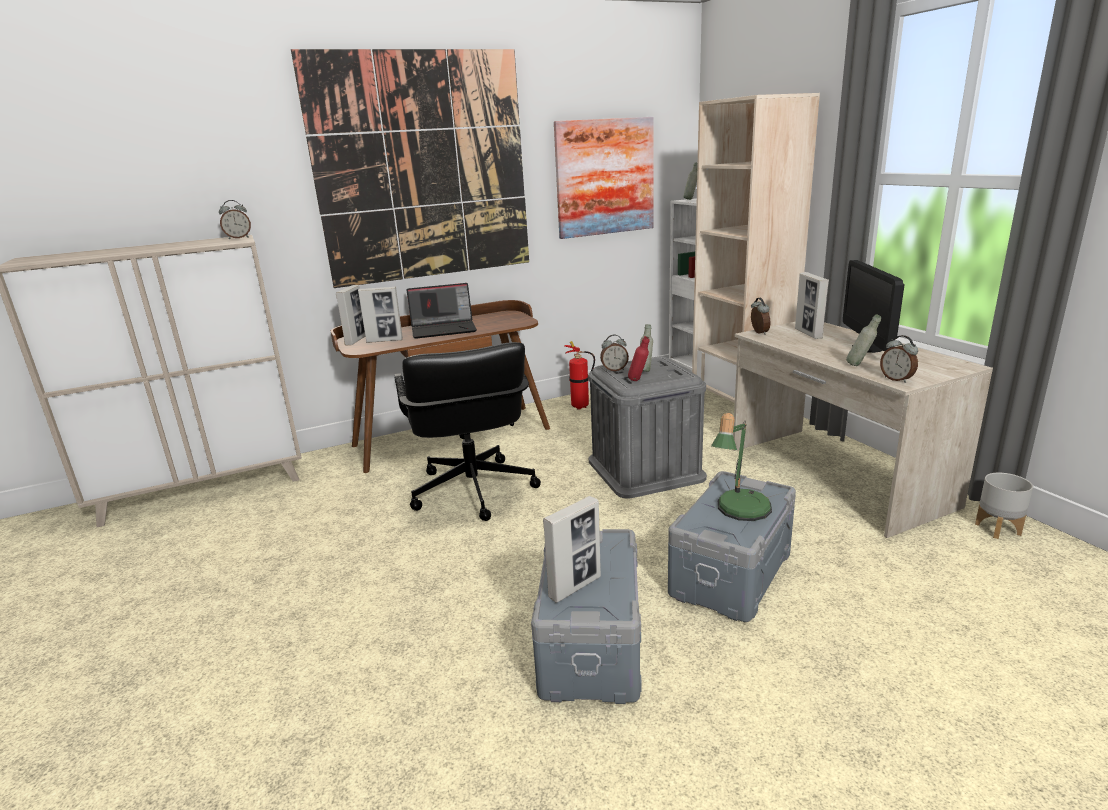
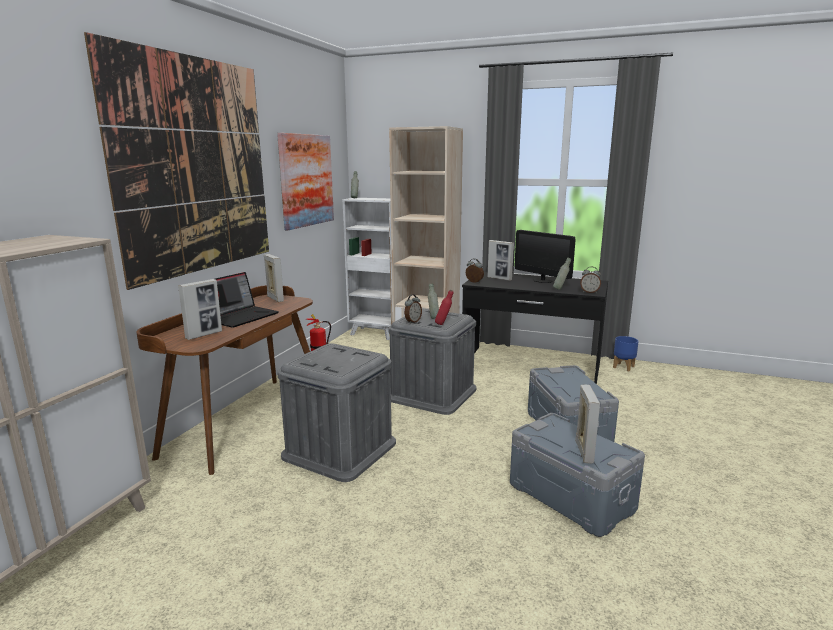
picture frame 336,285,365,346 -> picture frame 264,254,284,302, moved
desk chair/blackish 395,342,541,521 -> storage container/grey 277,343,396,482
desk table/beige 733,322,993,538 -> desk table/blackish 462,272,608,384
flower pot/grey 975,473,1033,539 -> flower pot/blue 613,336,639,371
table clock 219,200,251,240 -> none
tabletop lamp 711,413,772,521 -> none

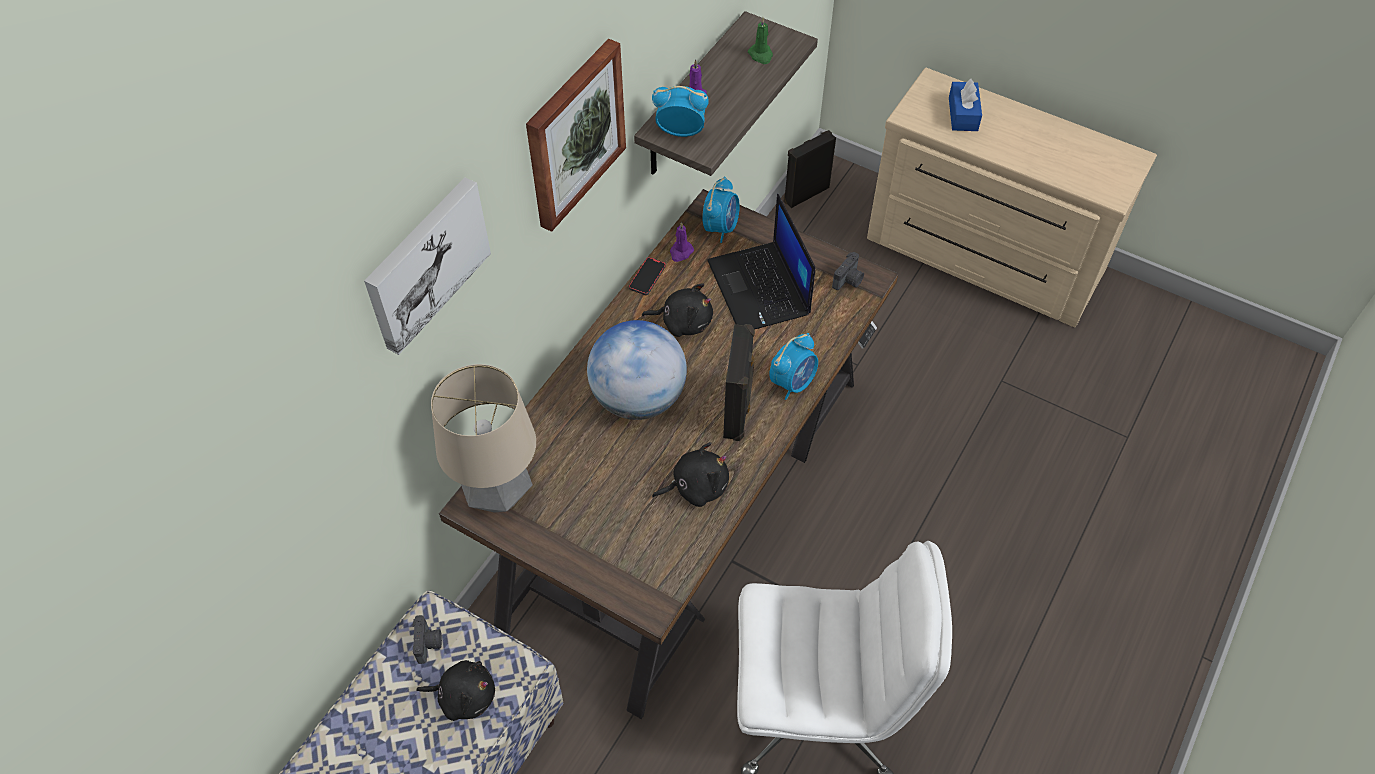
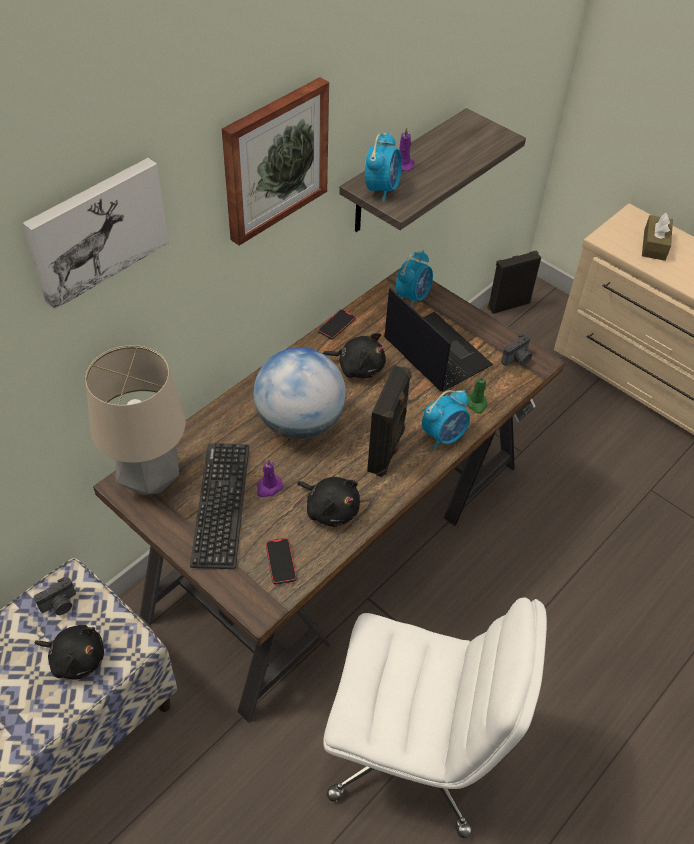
photo camera 412,615,442,664 -> photo camera 34,577,76,615, 45 degrees clockwise
none -> keyboard 190,443,249,569
wax candle/purplish 670,222,694,262 -> wax candle/purplish 257,459,283,497, moved
none -> phone 266,538,297,585
soft toy/blackish 652,442,729,507 -> soft toy/blackish 297,477,360,527, 45 degrees clockwise
table clock 652,86,709,137 -> table clock 365,132,402,202, 90 degrees clockwise
laptop 707,194,815,330 -> laptop 384,287,493,392, 150 degrees clockwise
wax candle/green 748,17,773,64 -> wax candle/green 467,374,487,414, moved
tissue holder/blue 949,79,982,131 -> tissue holder/brown-coloured 642,213,673,261

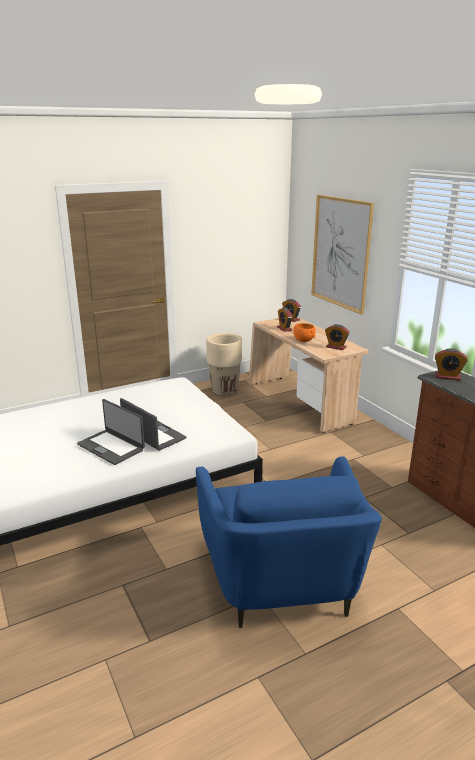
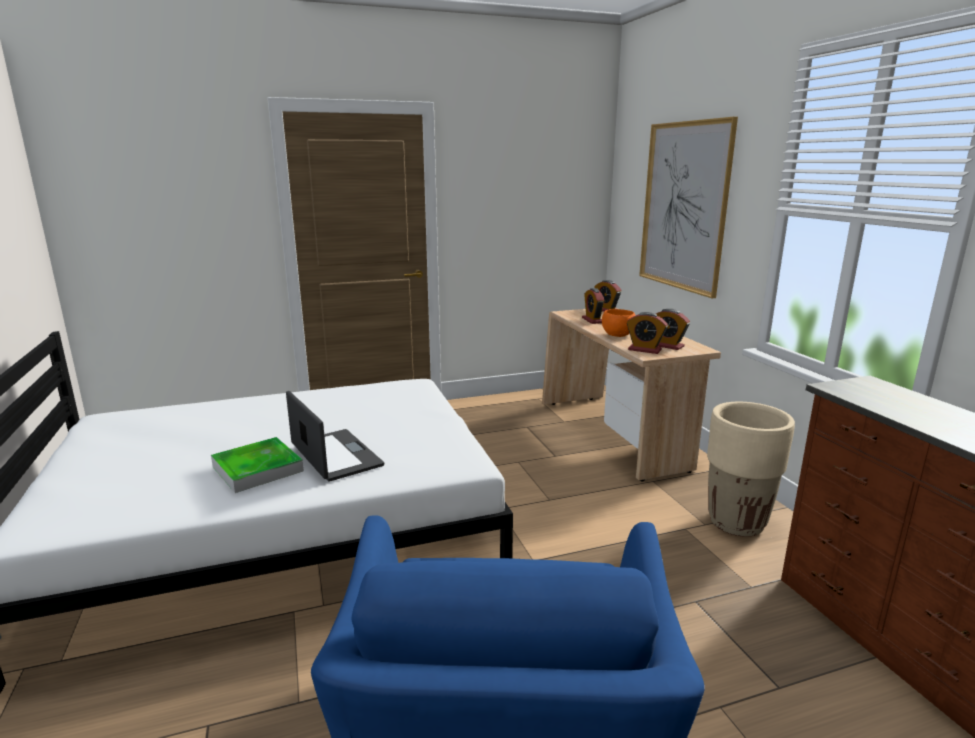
laptop 77,399,145,465 -> serving tray 211,437,304,493
table clock 435,348,468,381 -> table clock 627,312,668,354, moved
flower pot/beige 206,333,242,396 -> flower pot/beige 707,401,795,537, moved

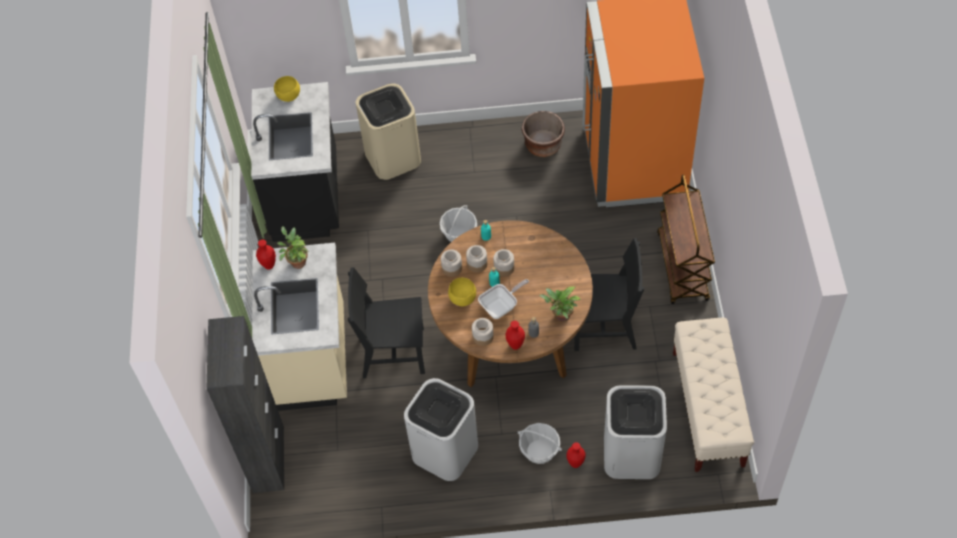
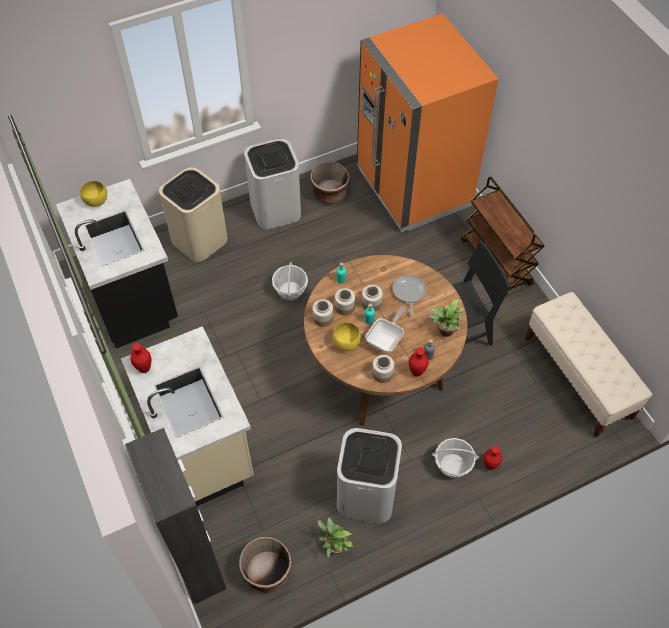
none -> flower pot/brown-coloured 239,536,293,593
rubbish bin/whitish 604,385,667,479 -> rubbish bin/whitish 244,138,301,229, moved
plant in a pot 277,226,309,269 -> plant in a pot 318,518,353,557, moved
none -> pan 393,275,426,316
chair/blackish 348,267,425,378 -> none

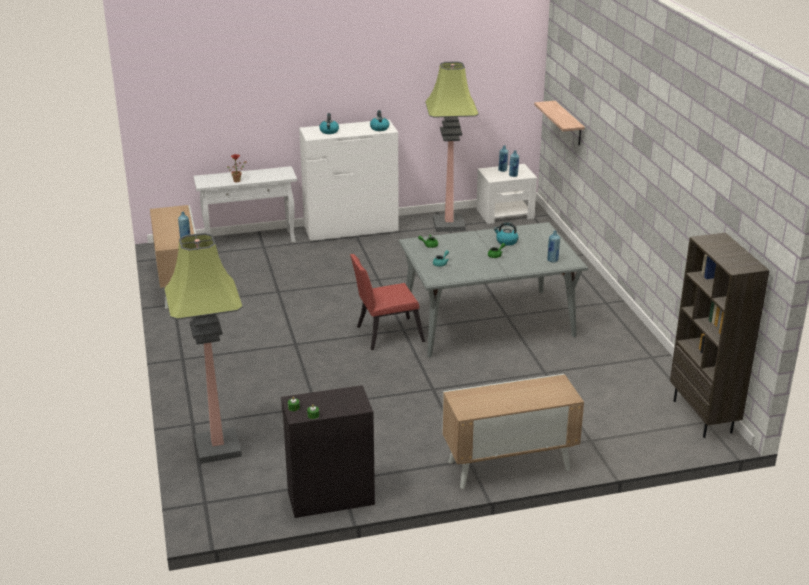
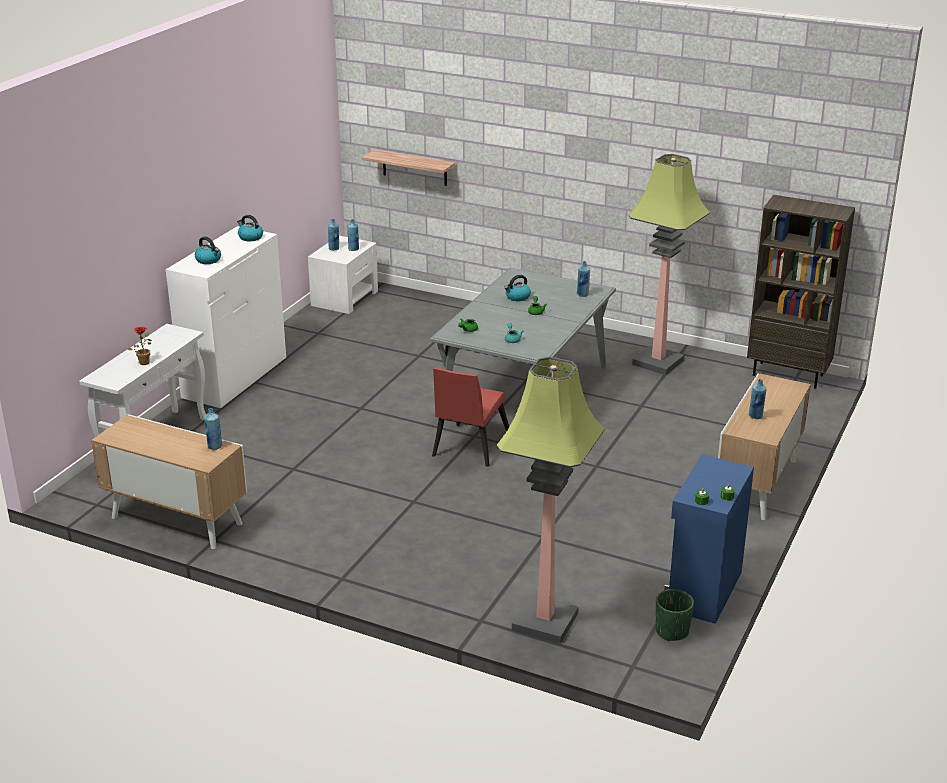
standing lamp 425,61,479,232 -> standing lamp 628,154,710,375, moved
none -> flower pot/green 656,589,694,641
cabinet/blackish 281,385,375,518 -> cabinet/blue 664,455,754,624
none -> drink bottle/blue 749,379,767,419

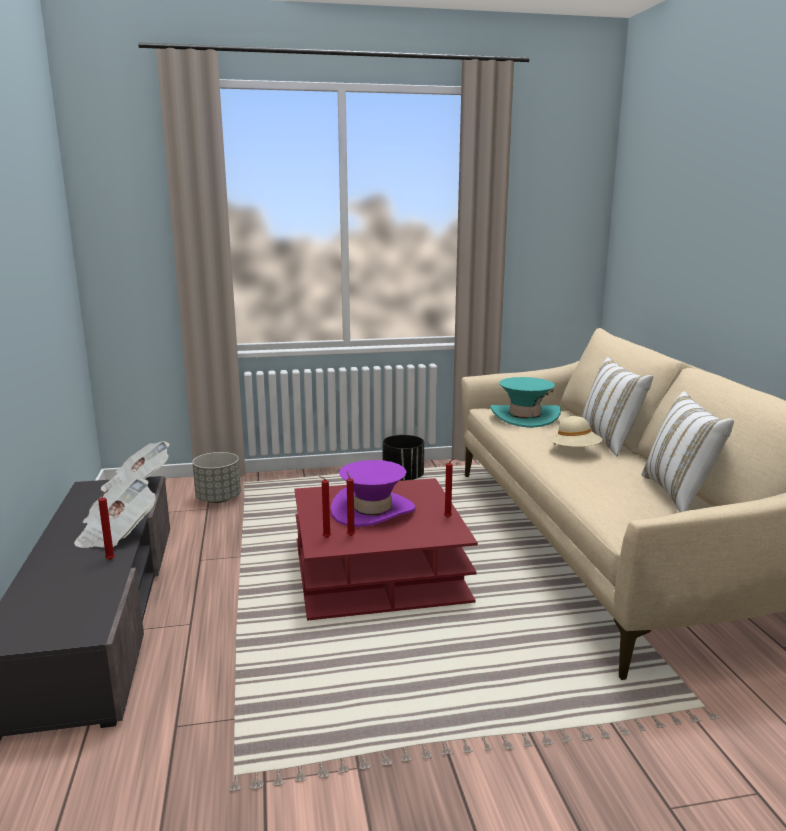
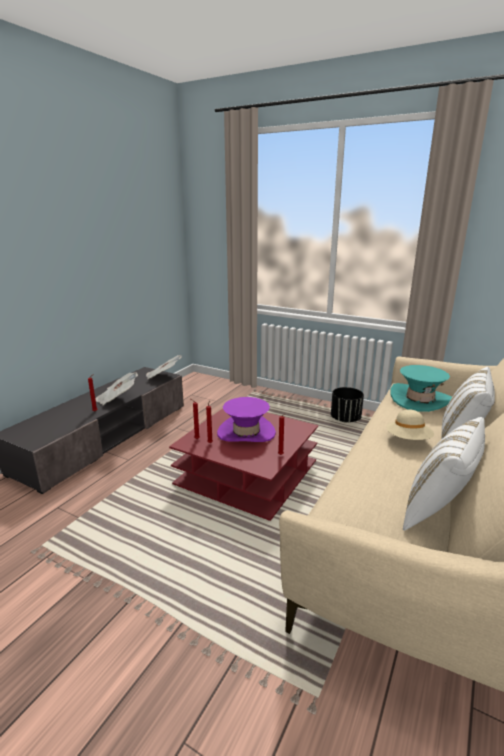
flower pot/grey 192,452,241,503 -> none

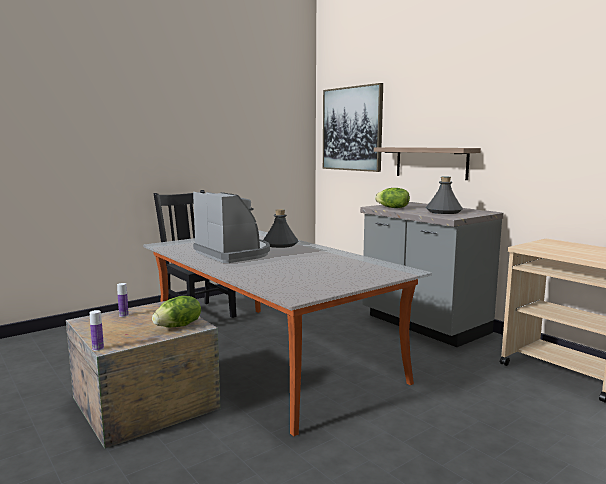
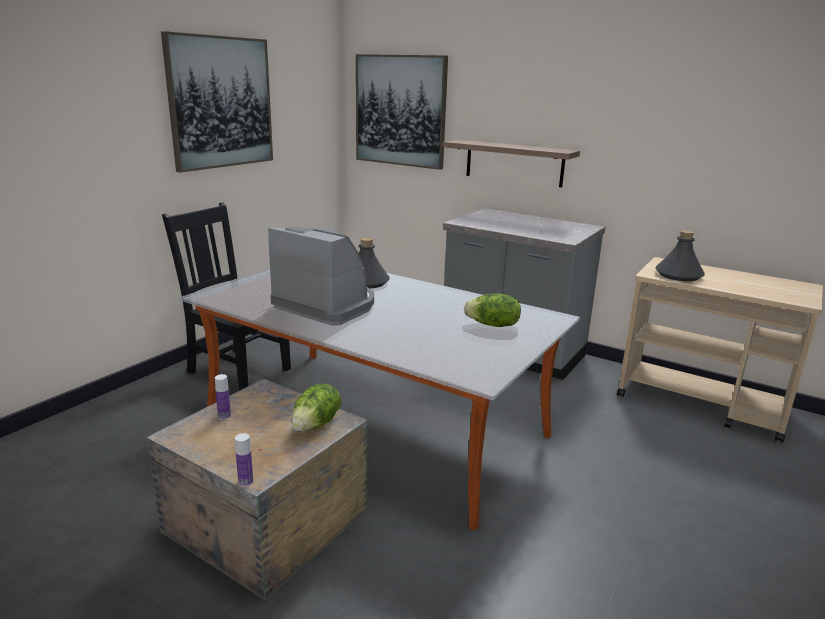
none -> wall art 161,31,273,173
head of lettuce 375,188,410,208 -> head of lettuce 464,294,521,327, moved
drink bottle/grey 426,177,463,214 -> drink bottle/grey 655,230,705,281, moved

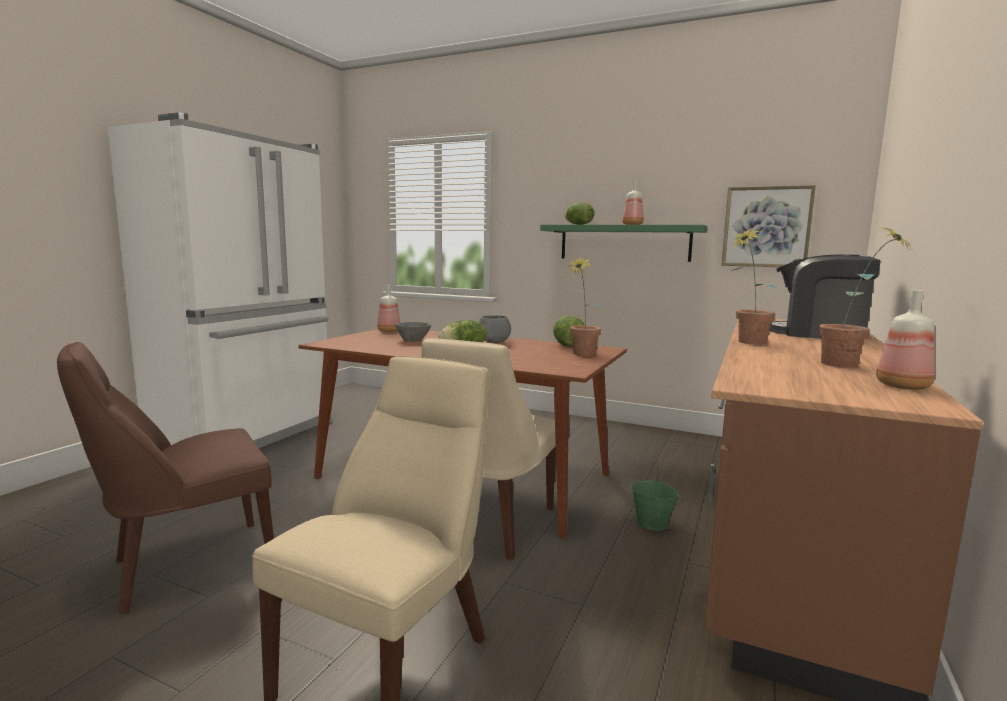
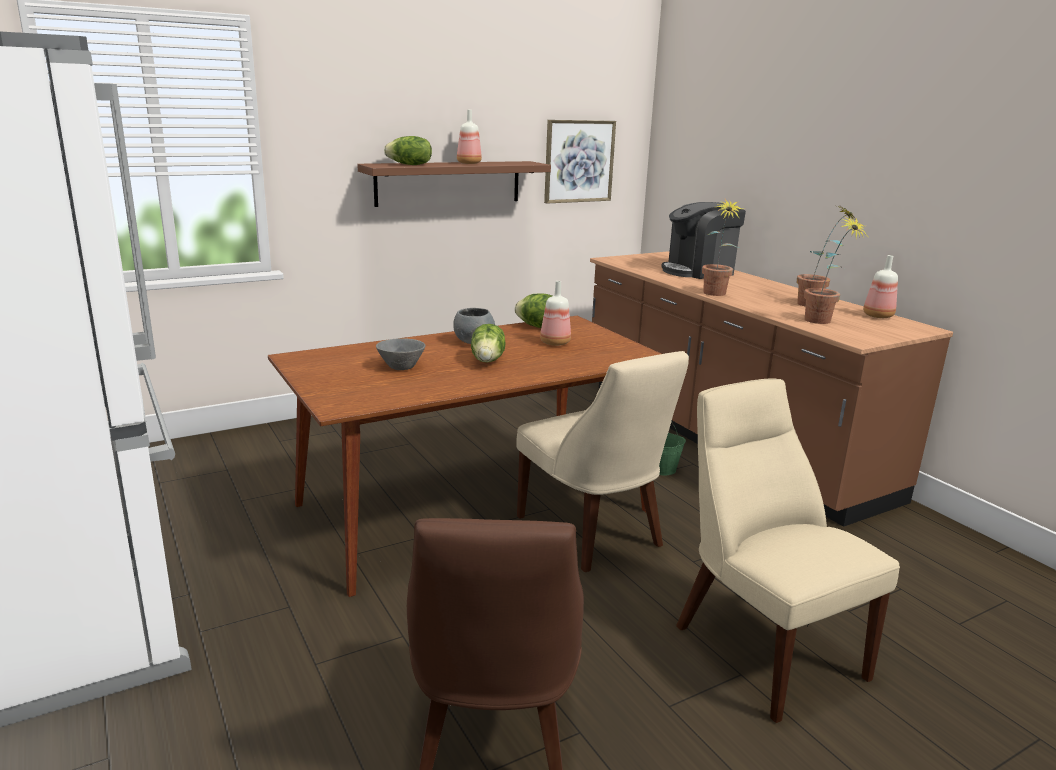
shelf/green 540,225,708,262 -> shelf/brown-coloured 357,161,551,207
drink bottle 377,284,400,332 -> drink bottle 540,281,571,346, moved
plant in a pot 567,257,604,356 -> plant in a pot 804,215,868,324, moved

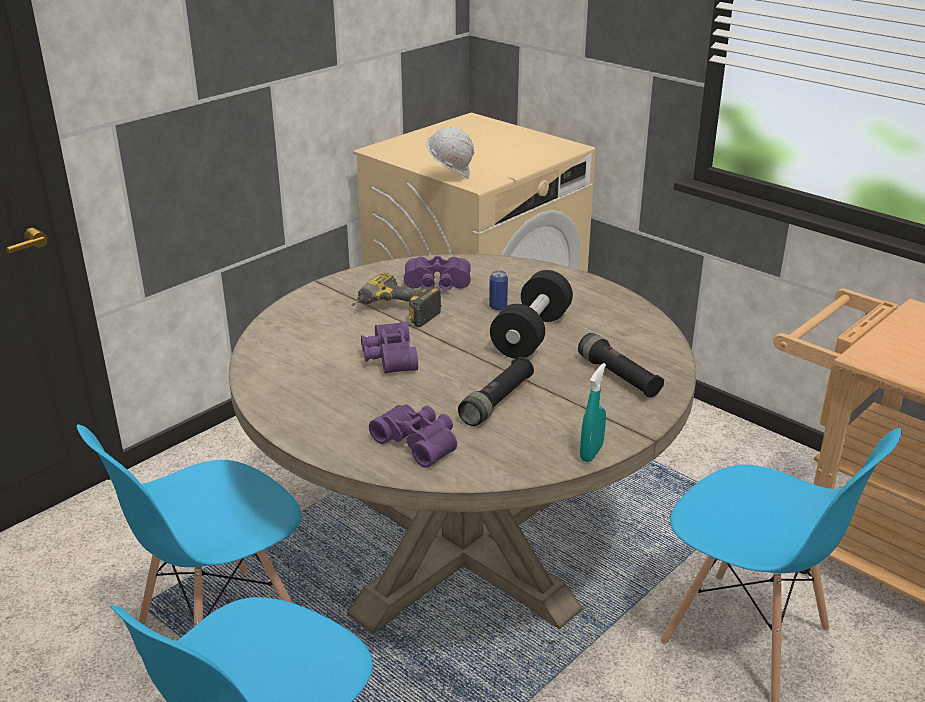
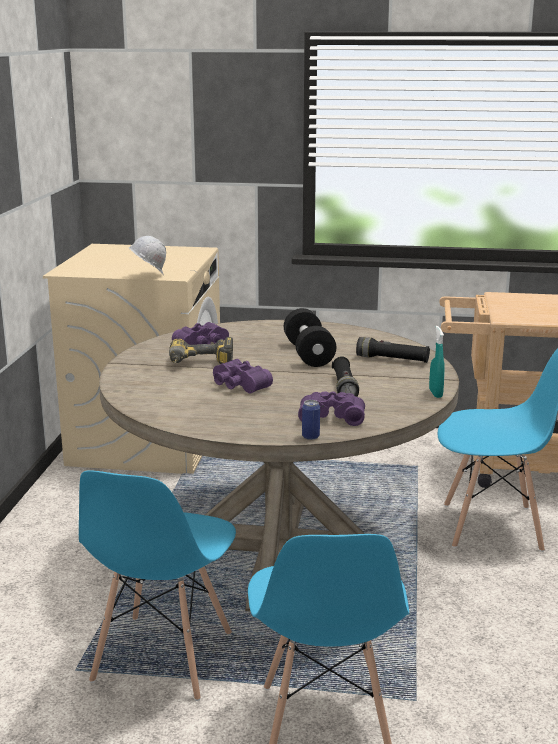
metal can 489,270,508,311 -> metal can 302,400,320,440, moved

